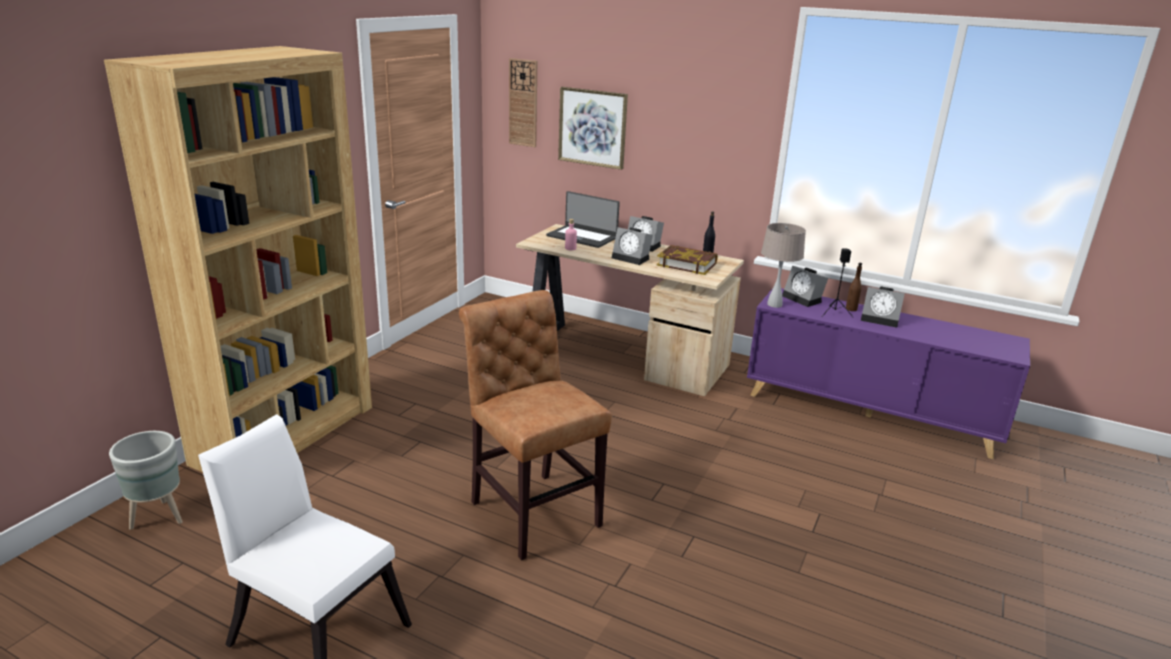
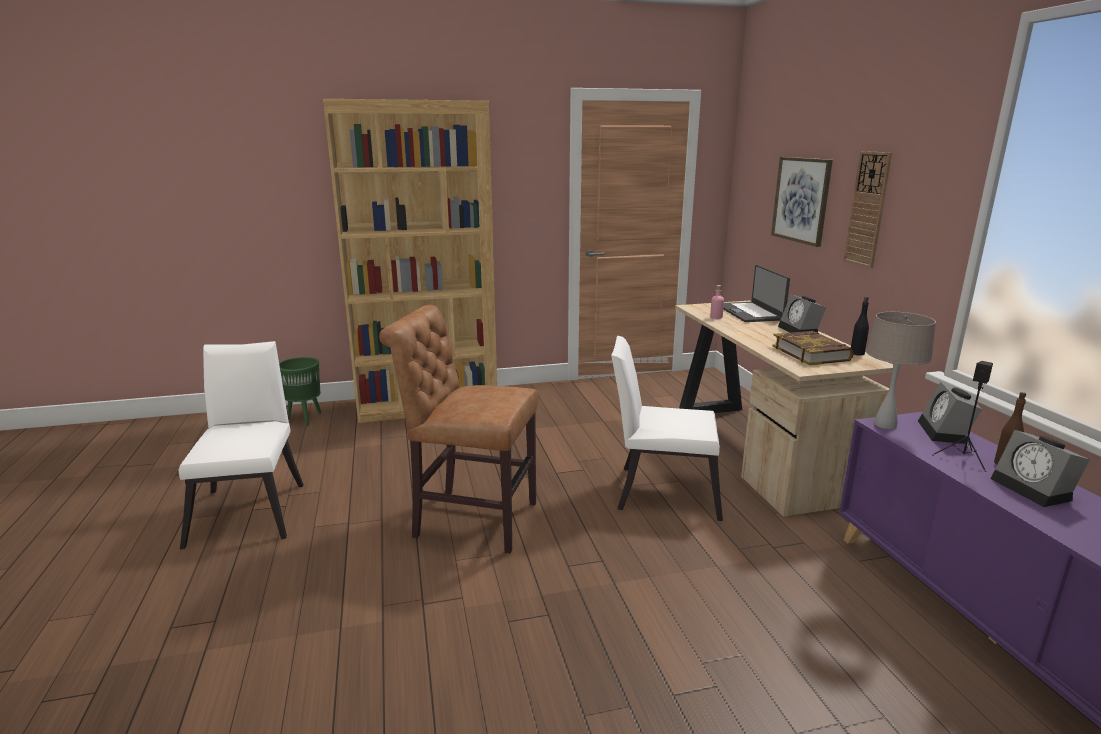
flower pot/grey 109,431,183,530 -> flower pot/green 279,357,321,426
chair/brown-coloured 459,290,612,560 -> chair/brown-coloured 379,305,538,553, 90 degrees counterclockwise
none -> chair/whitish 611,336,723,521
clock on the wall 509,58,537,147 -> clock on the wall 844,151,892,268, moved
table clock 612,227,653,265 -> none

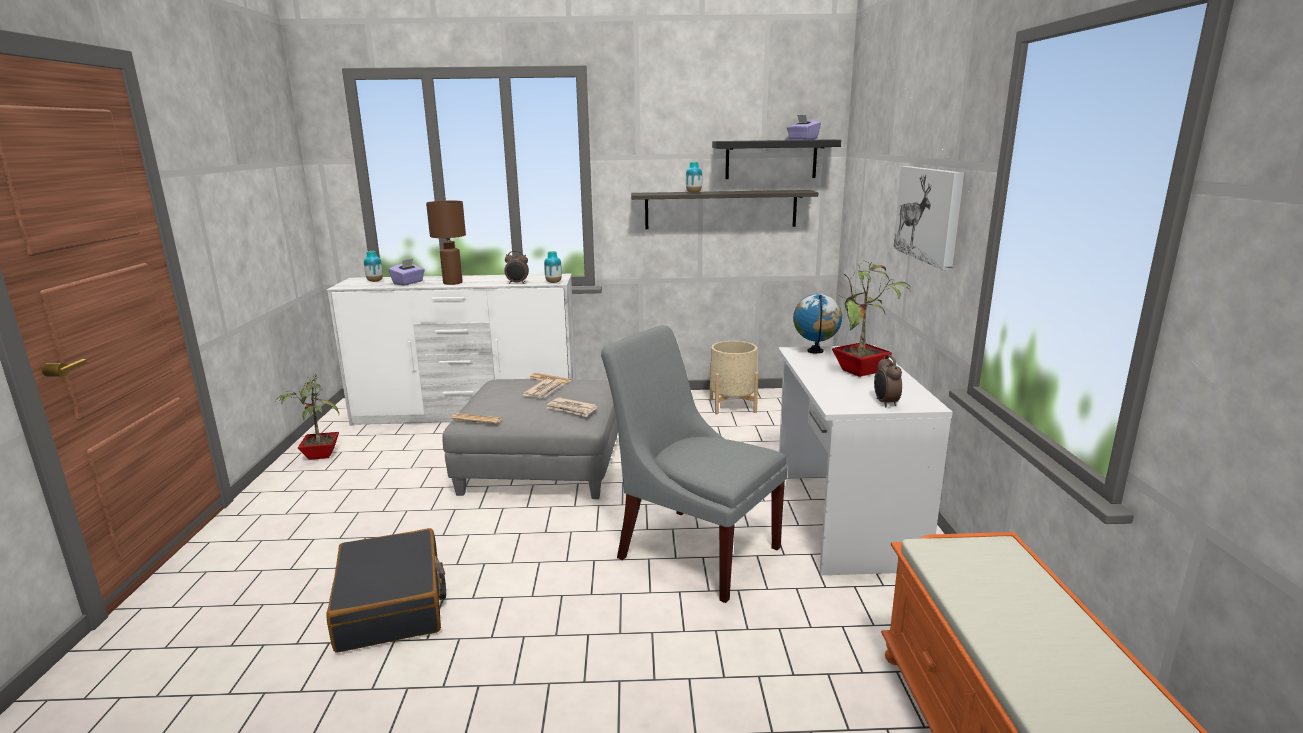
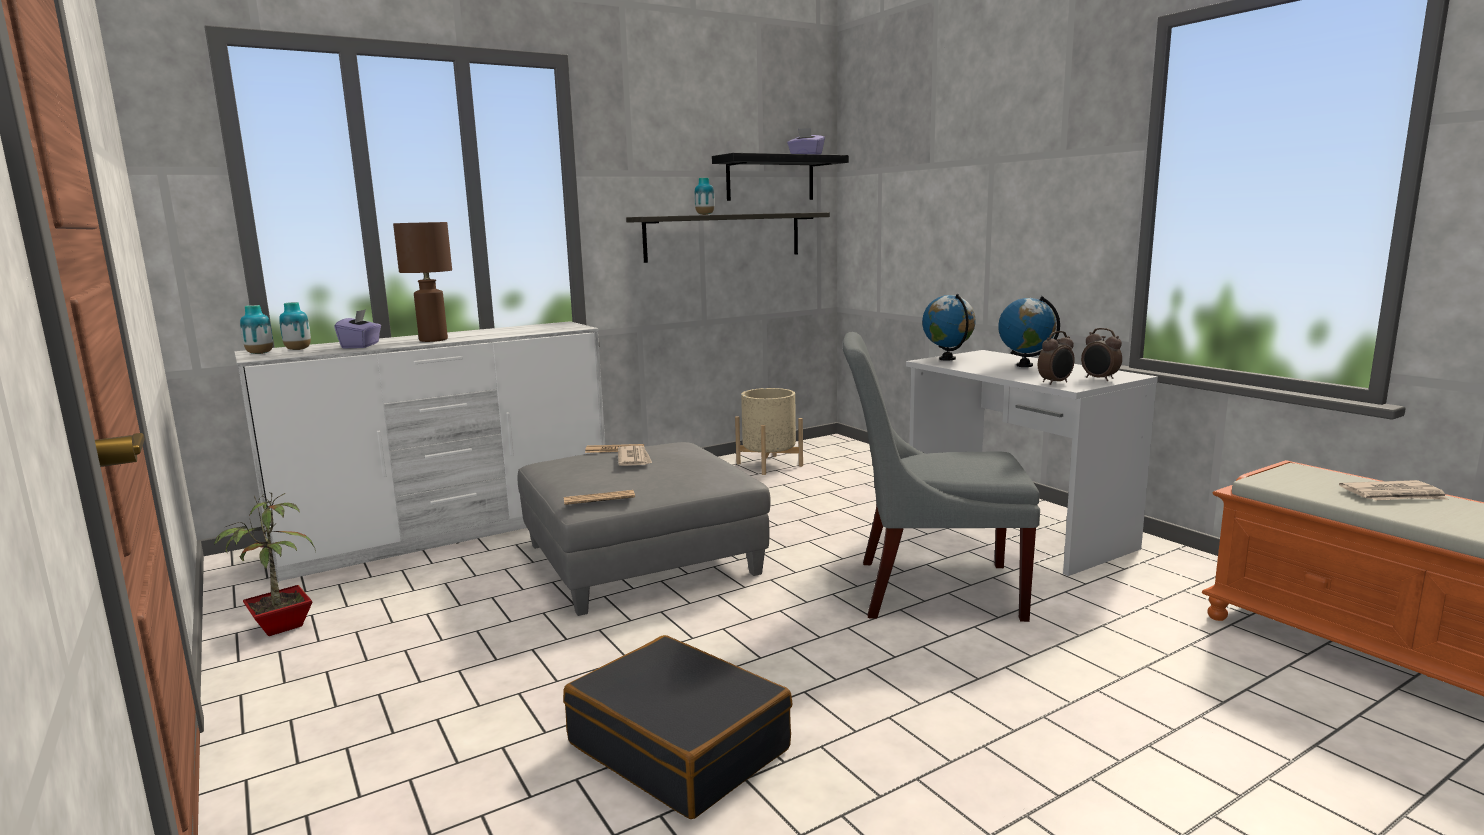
vase 544,251,562,283 -> vase 240,305,273,354, moved
plant in a pot 832,261,911,377 -> world globe 998,296,1060,367
table clock 504,251,529,284 -> table clock 1038,331,1075,385, moved
daily paper 547,397,598,417 -> daily paper 1339,480,1449,500, moved
wall art 893,166,964,270 -> none

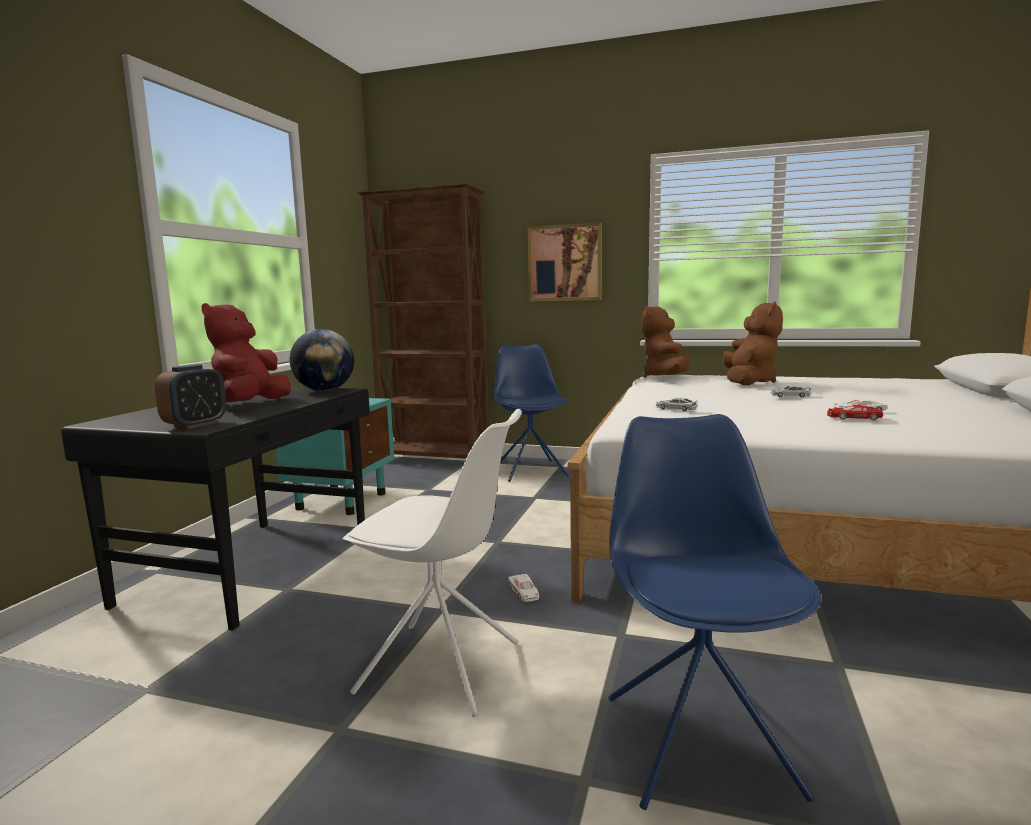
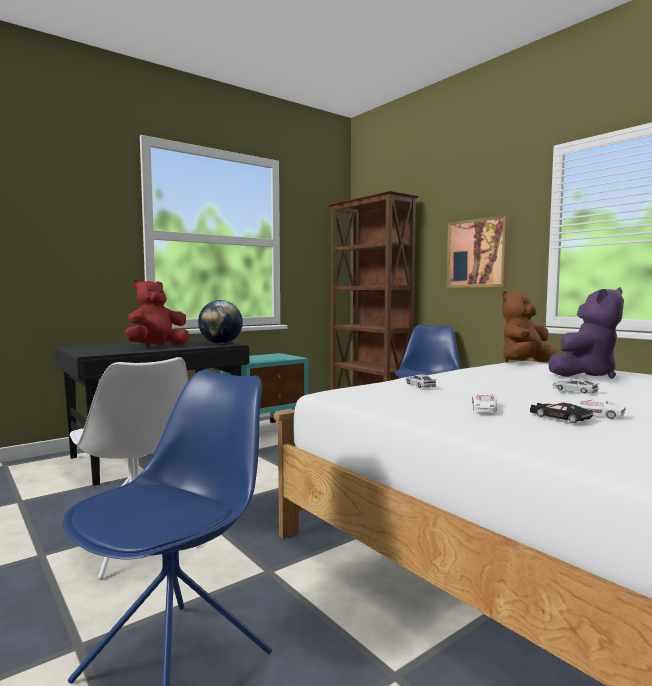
miniature car/whitish 508,574,539,602 -> miniature car/whitish 472,393,497,412, moved
miniature car/red 827,405,883,421 -> miniature car/blackish 530,403,593,423
soft toy/brown-coloured 723,301,783,385 -> soft toy/purplish 548,287,624,379
table clock 155,364,226,429 -> none

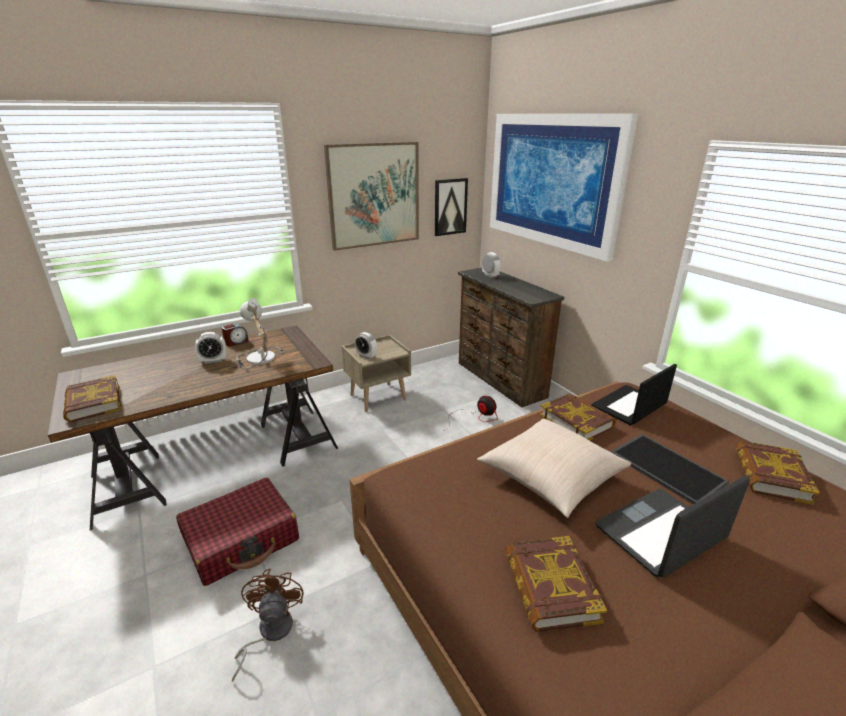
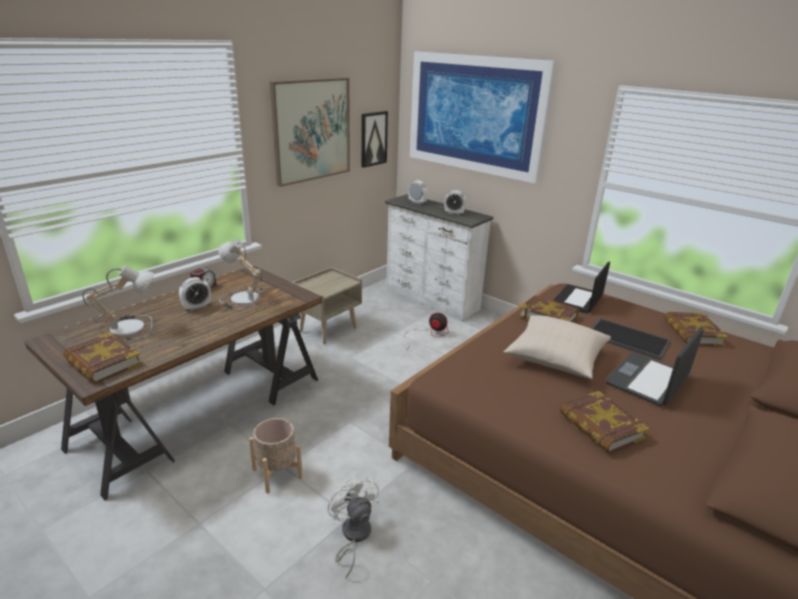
none -> tabletop lamp 82,265,154,342
piece of luggage/red 176,478,299,586 -> flower pot/beige 249,418,303,493
electric fan/brown-coloured 232,569,304,682 -> electric fan/whitish 328,476,379,578
drawer chest/brown-coloured 458,268,564,408 -> drawer chest/whitish 385,194,493,321
table clock 355,332,377,359 -> table clock 444,190,466,215, moved

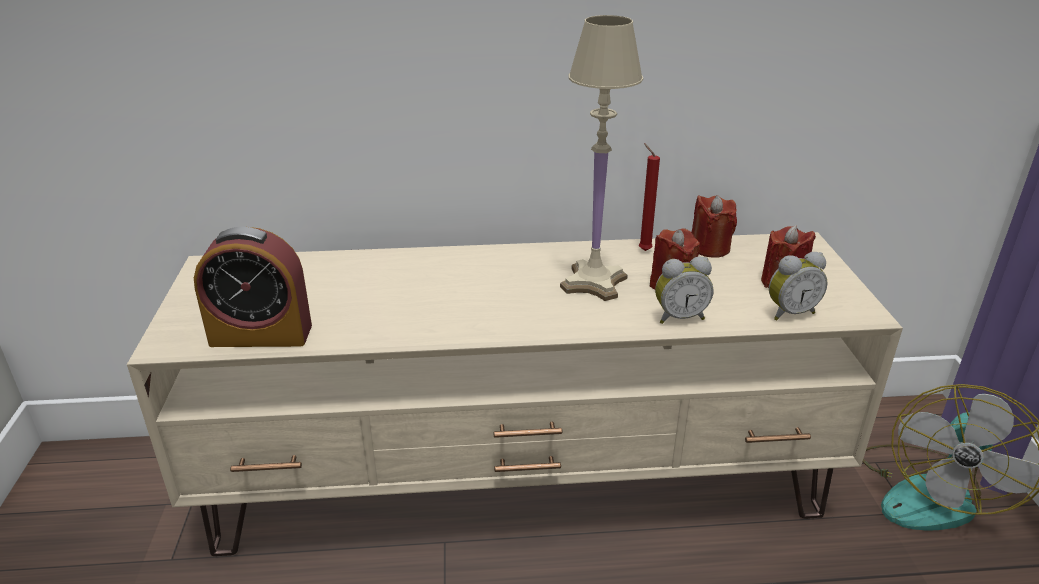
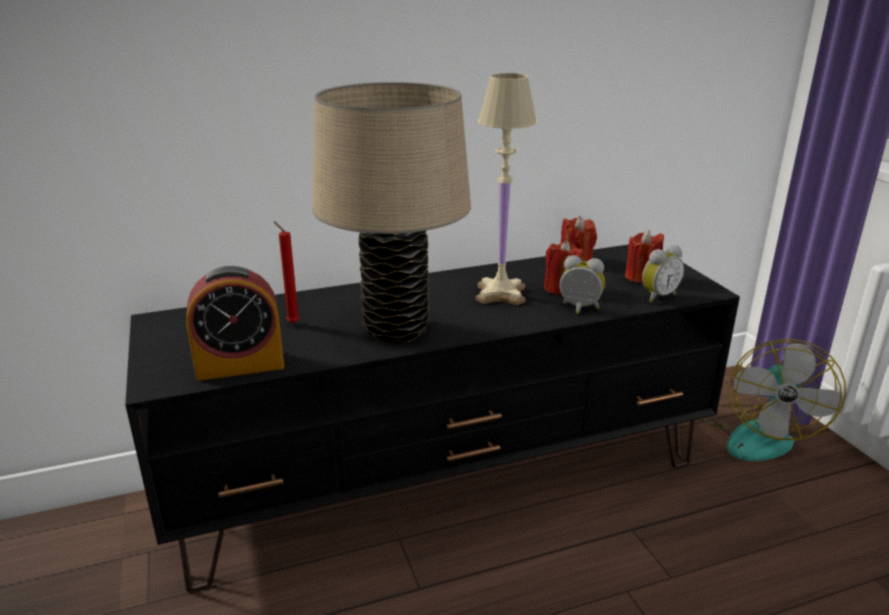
tv stand/beige 127,232,903,556 -> tv stand/blackish 125,245,740,592
wax candle/red 639,143,660,251 -> wax candle/red 273,221,300,324, moved
none -> tabletop lamp/beige 312,82,471,343
table clock 655,257,714,324 -> table clock 560,255,605,314, 135 degrees counterclockwise

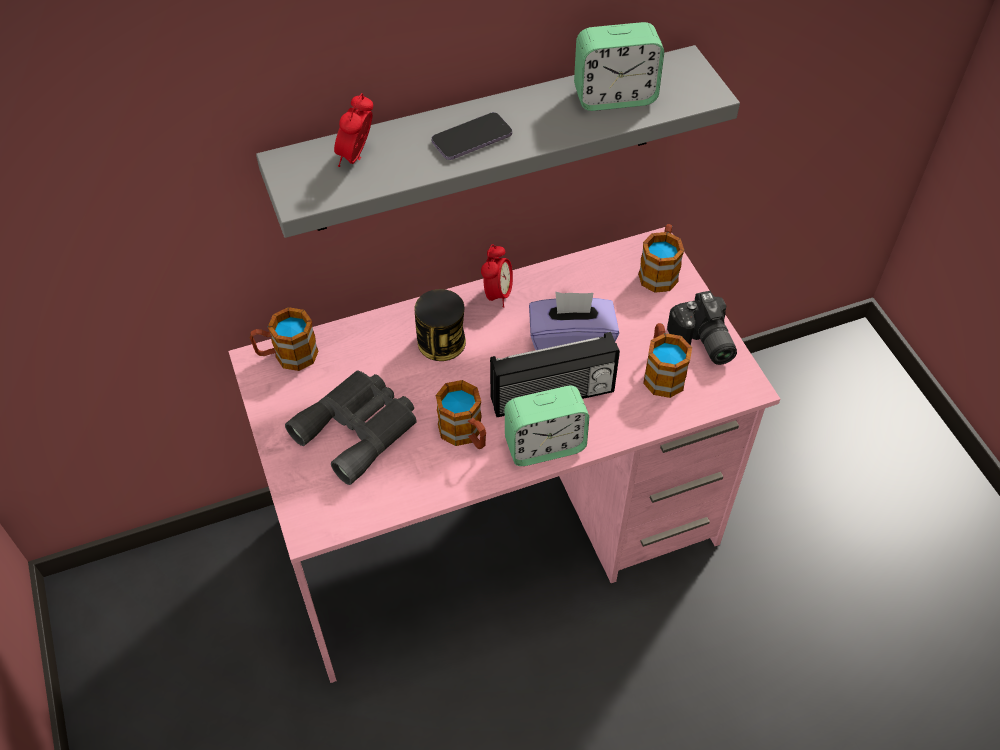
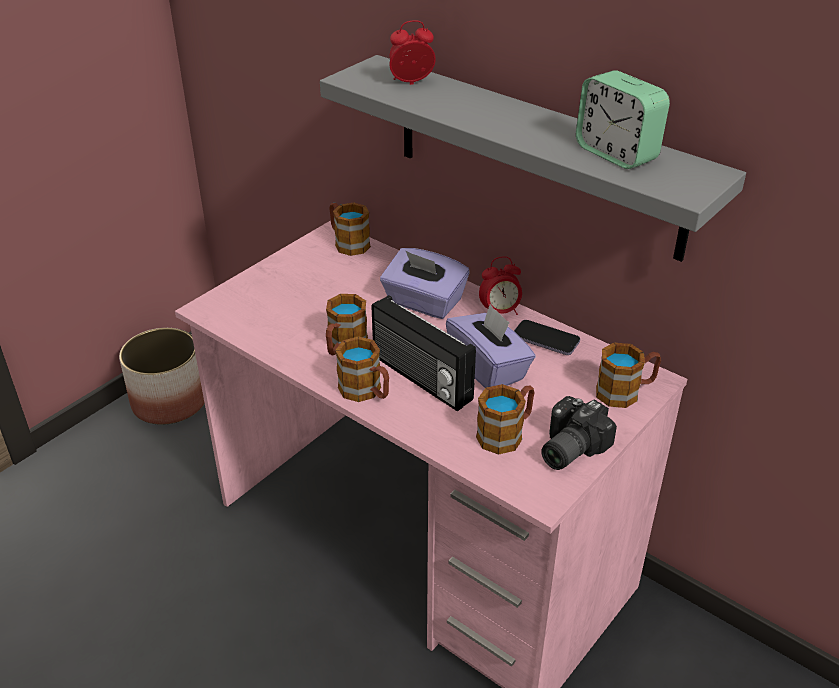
none -> flower pot 119,328,204,425
table clock 505,386,589,466 -> mug 335,336,389,402
metal can 415,289,466,361 -> tissue holder/purplish 380,248,469,319
phone 431,112,512,160 -> phone 514,320,580,355, moved
pair of binoculars/grey 285,370,417,485 -> none

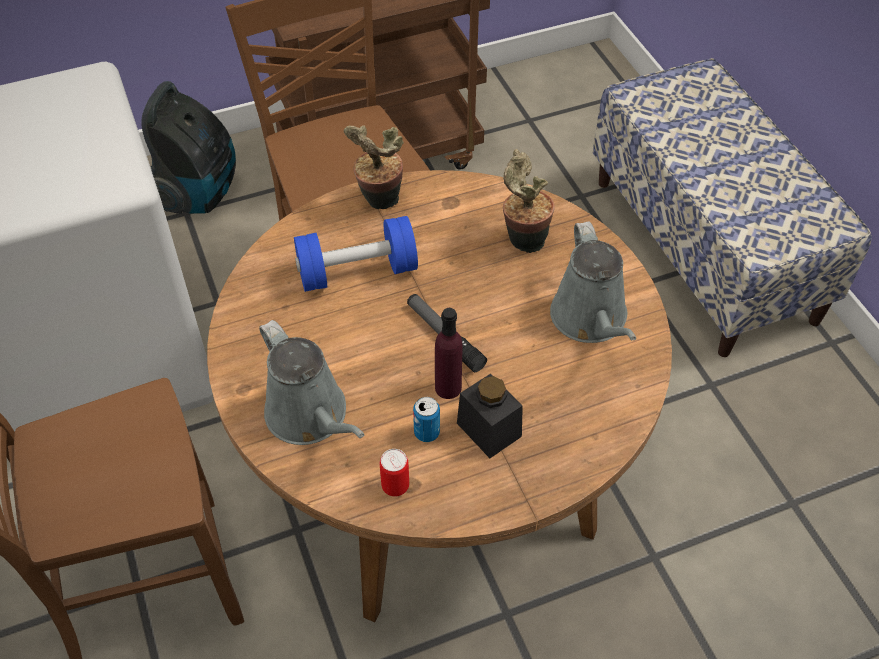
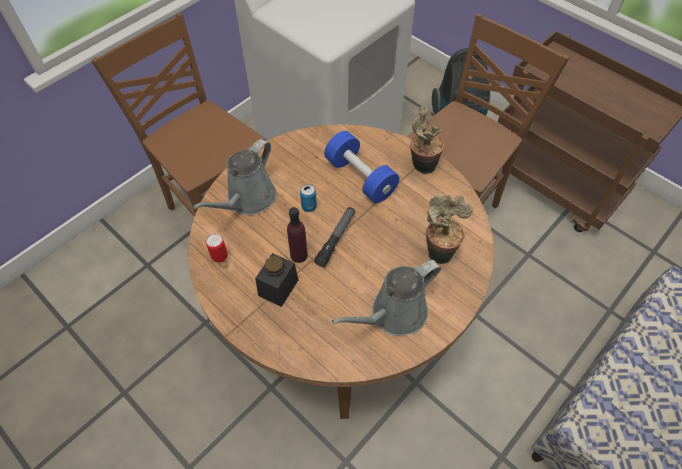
metal can 413,397,440,442 -> metal can 300,184,317,212, moved

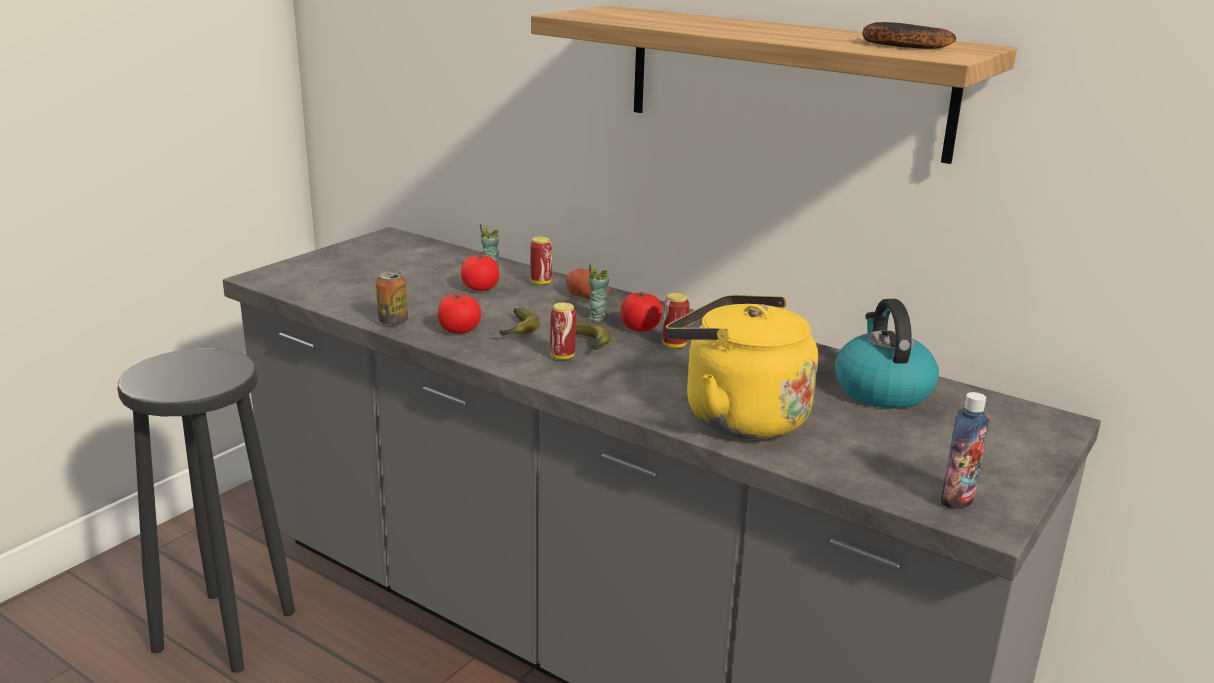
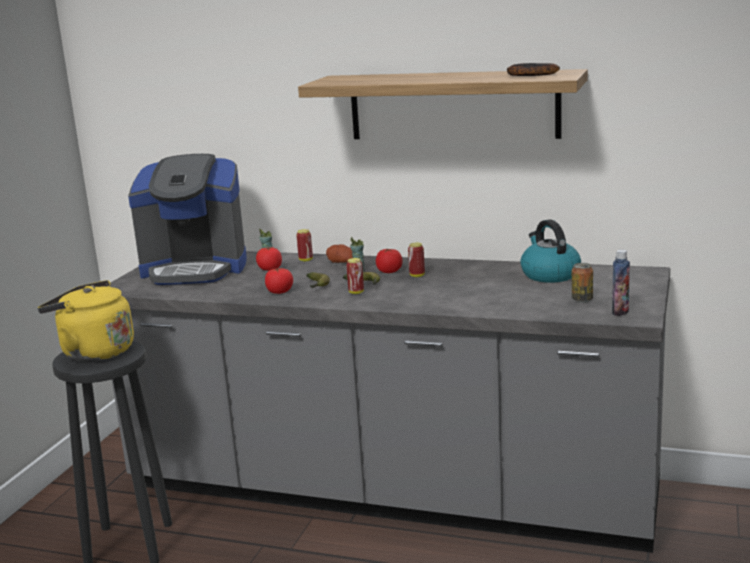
kettle/yellowish 666,295,818,439 -> kettle/yellowish 38,280,134,362, moved
none -> coffee maker 128,154,247,285
metal can 376,271,408,326 -> metal can 572,263,593,303, moved

